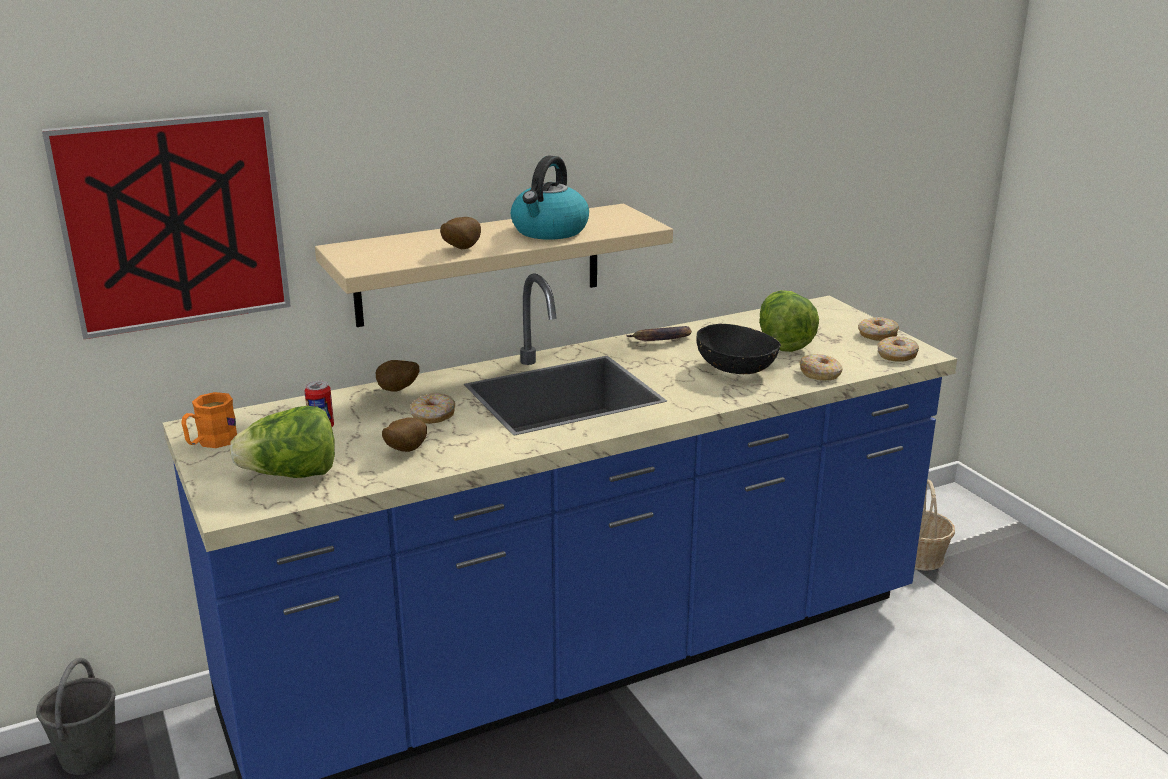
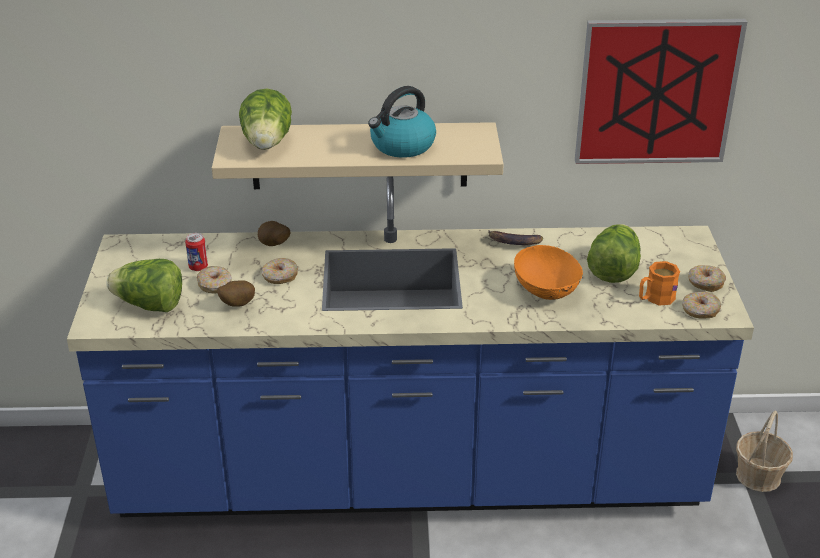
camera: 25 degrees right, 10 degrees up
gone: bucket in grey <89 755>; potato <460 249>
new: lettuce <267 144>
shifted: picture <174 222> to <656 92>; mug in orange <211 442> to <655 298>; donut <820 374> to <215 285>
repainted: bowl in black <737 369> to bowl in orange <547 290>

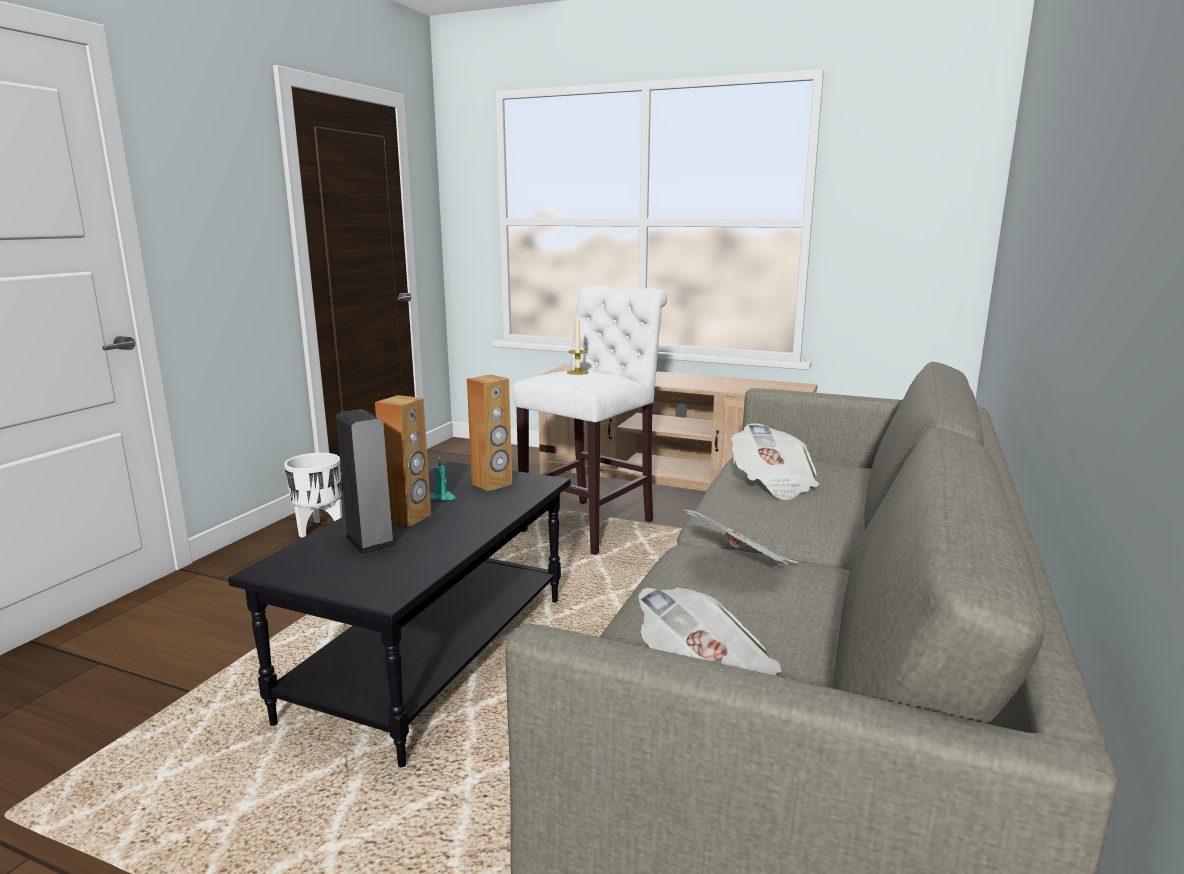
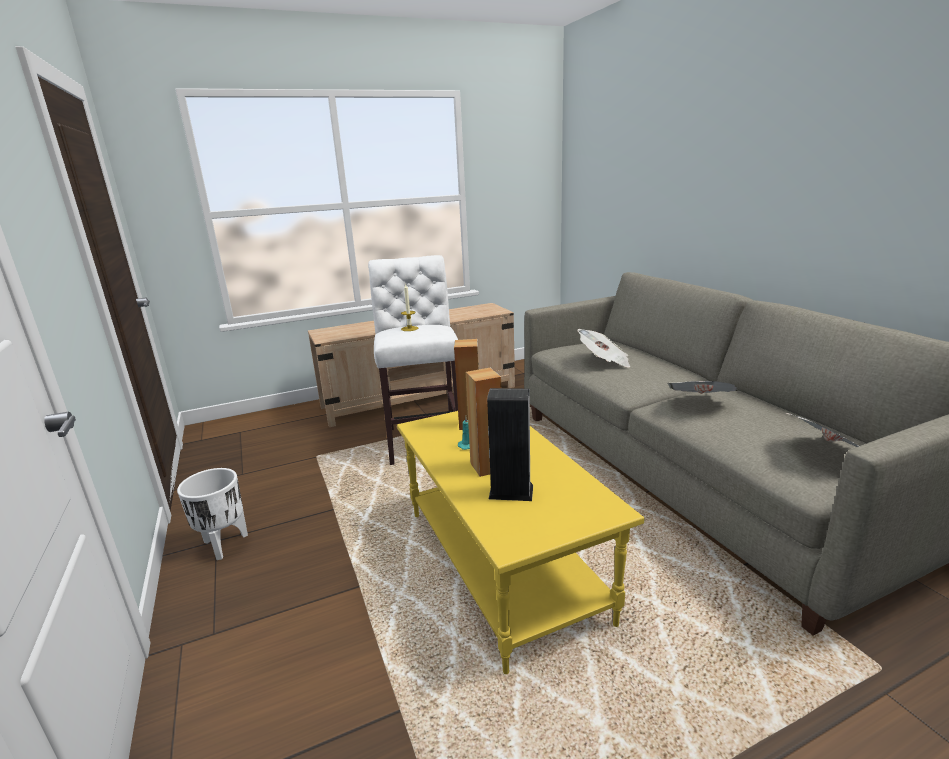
camera: 45 degrees left, 5 degrees up
repainted: coffee table in black <435 657> to coffee table in yellow <504 563>

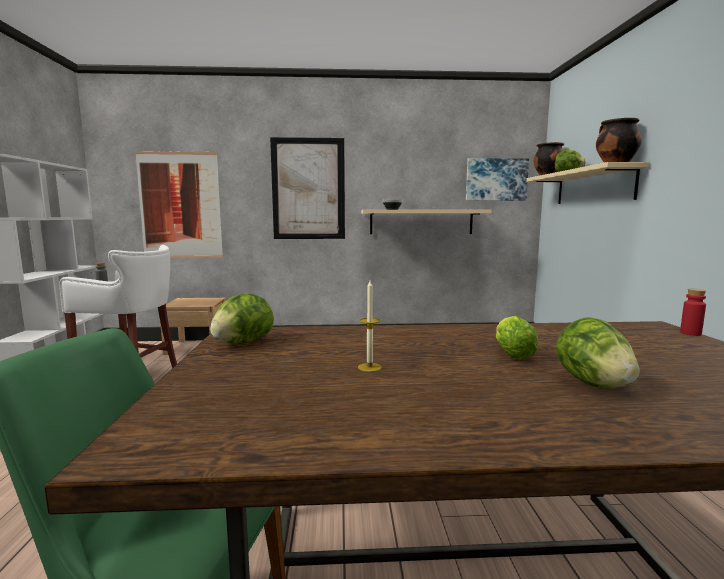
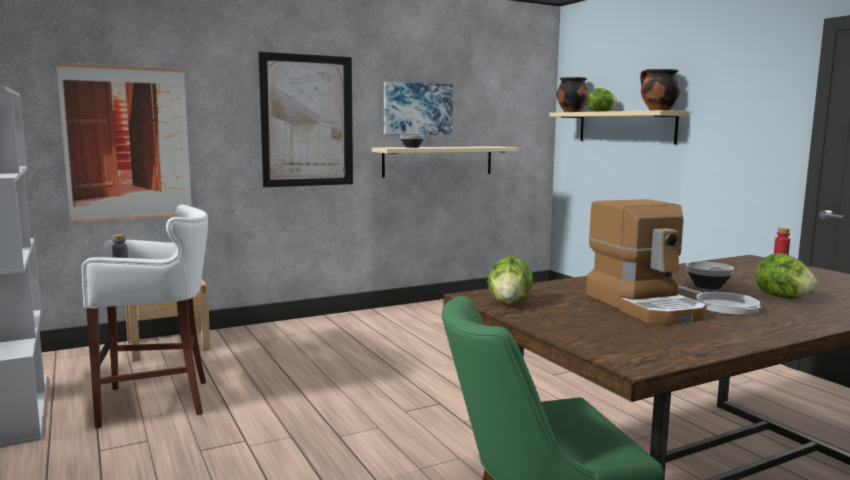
camera: 25 degrees left, 0 degrees up
new: frying pan <722 306>
shifted: picture <496 179> to <417 109>
swapped: candle <369 367> to coffee machine <645 306>; lettuce <511 353> to bowl <707 286>

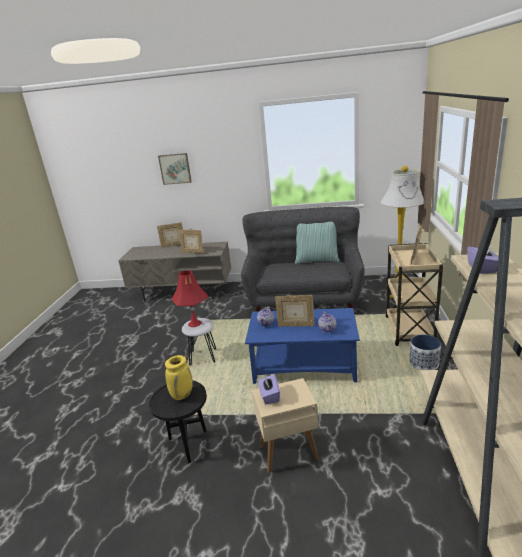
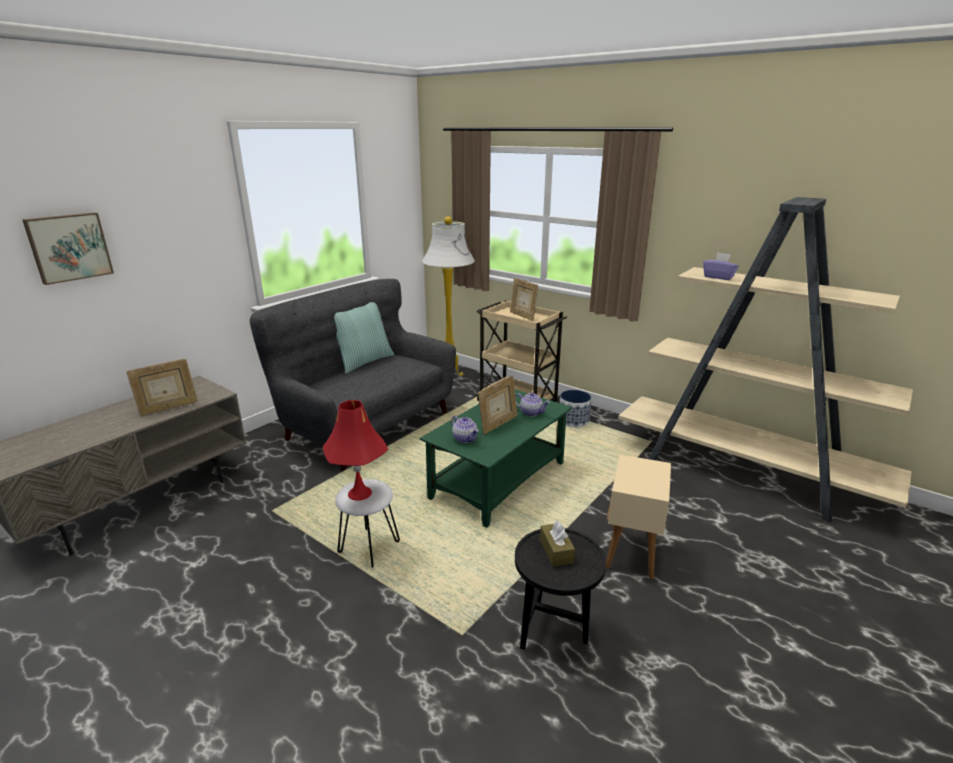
camera: 60 degrees left, 0 degrees up
gone: picture frame <173 245>; tissue box in purple <269 396>
swapped: vase in yellow <182 394> to tissue box in brown <556 551>
repainted: coffee table in blue <305 366> to coffee table in green <498 480>

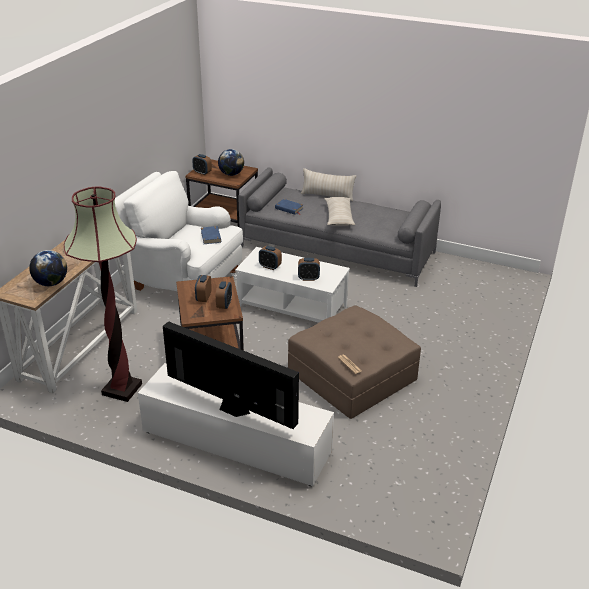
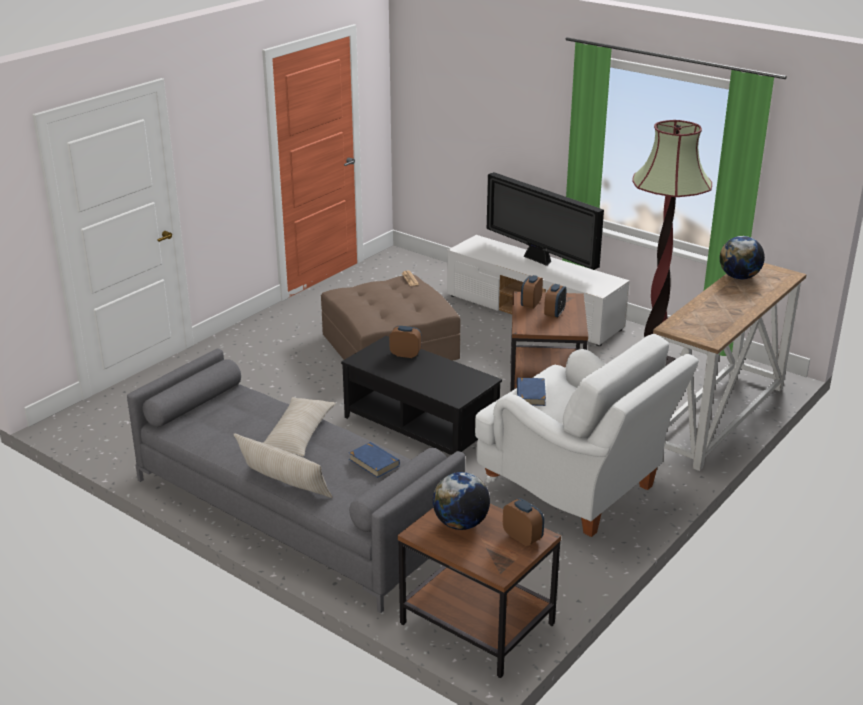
camera: 165 degrees left, 5 degrees down
gone: alarm clock <270 266>
repainted: coffee table in white <292 306> to coffee table in black <419 427>

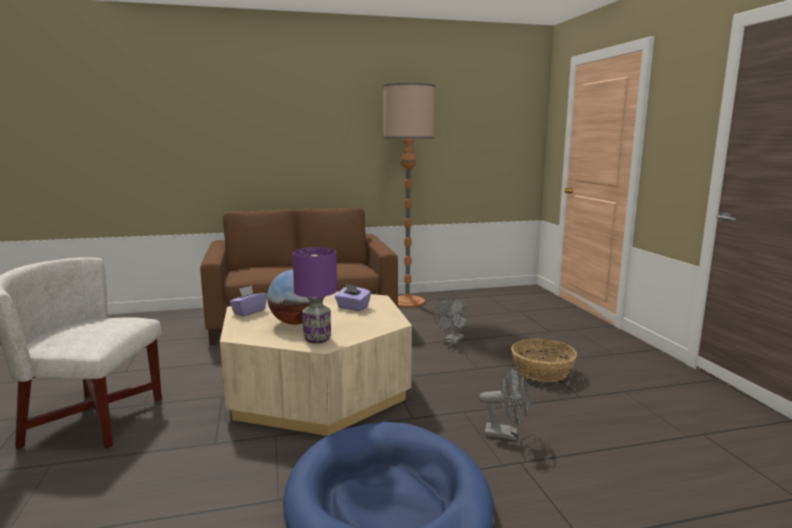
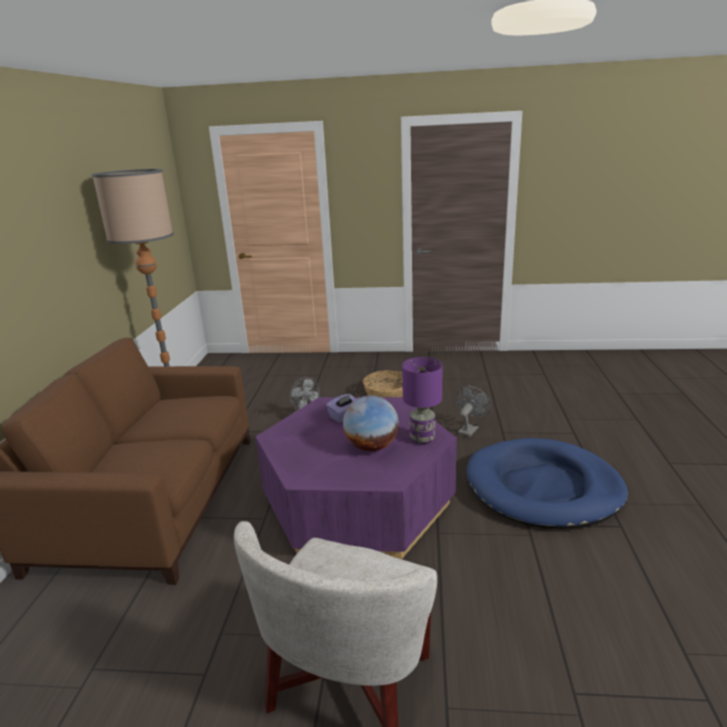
camera: 70 degrees left, 10 degrees up
gone: tissue box in purple <249 312>
repainted: coffee table in beige <317 388> to coffee table in purple <358 502>

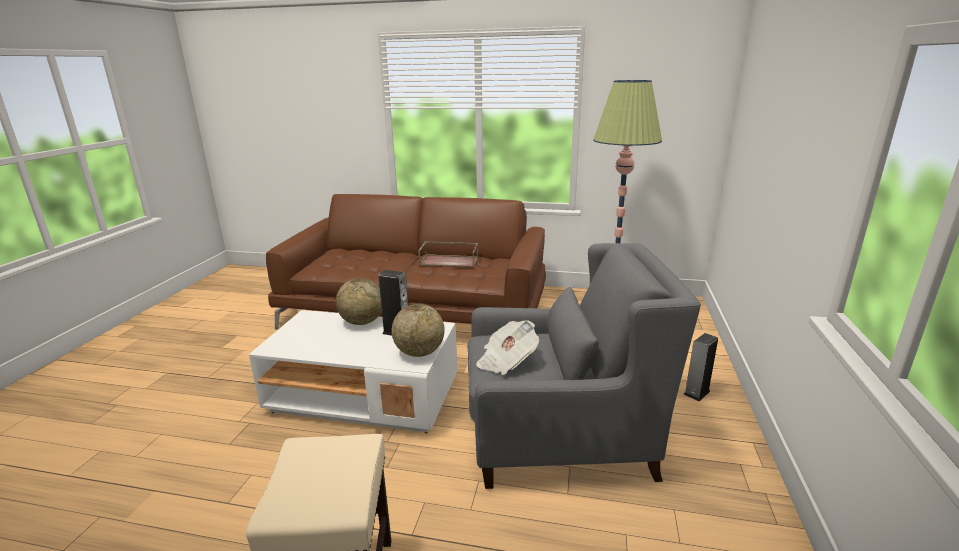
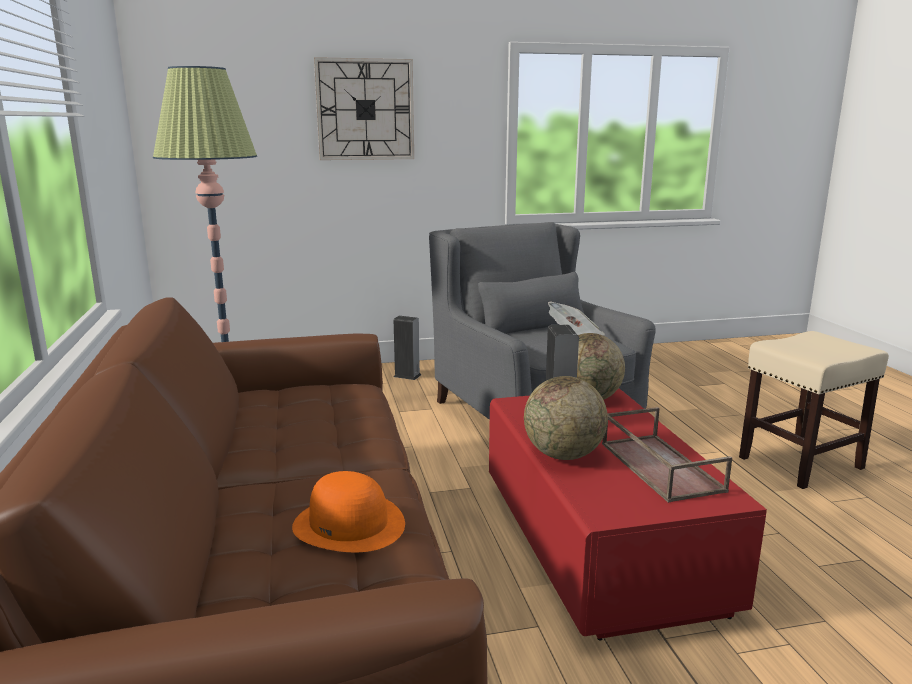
camera: 115 degrees left, 5 degrees down
new: hat in orange <349 524>; wall clock <365 110>
shifted: tray in brown <450 261> to <658 466>
repainted: coffee table in white <365 397> to coffee table in red <599 544>

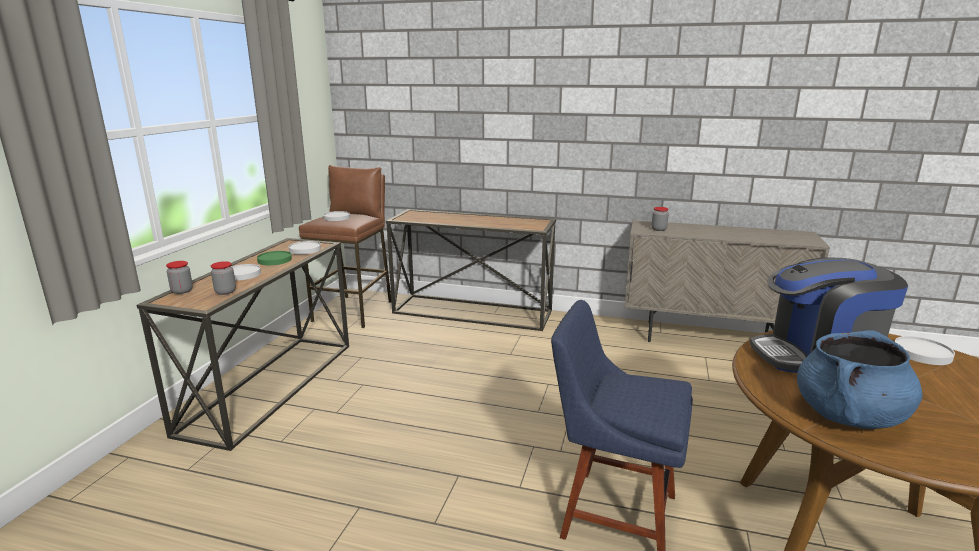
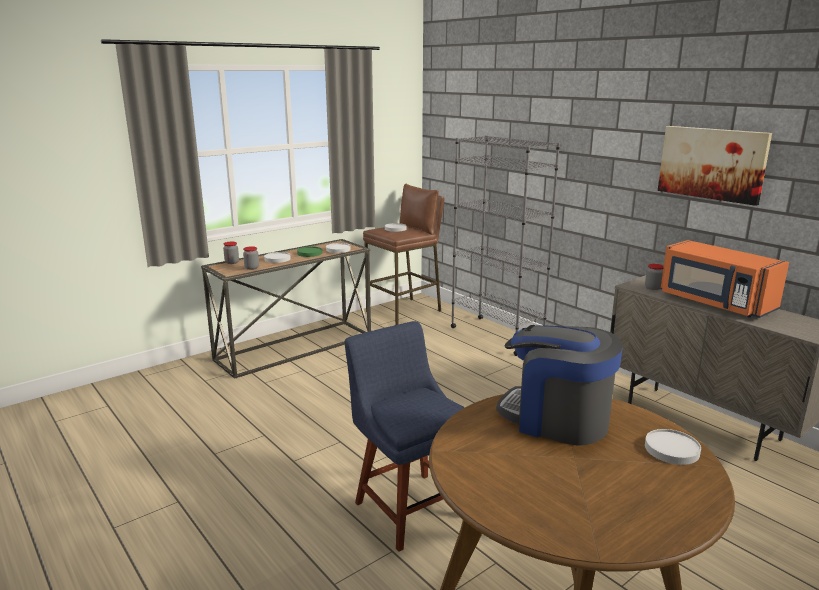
camera: 35 degrees right, 0 degrees up
gone: cooking pot in blue <848 416>
new: picture <712 163>; microwave in orange <714 303>
swapped: console table <473 311> to bookcase in grey <496 335>

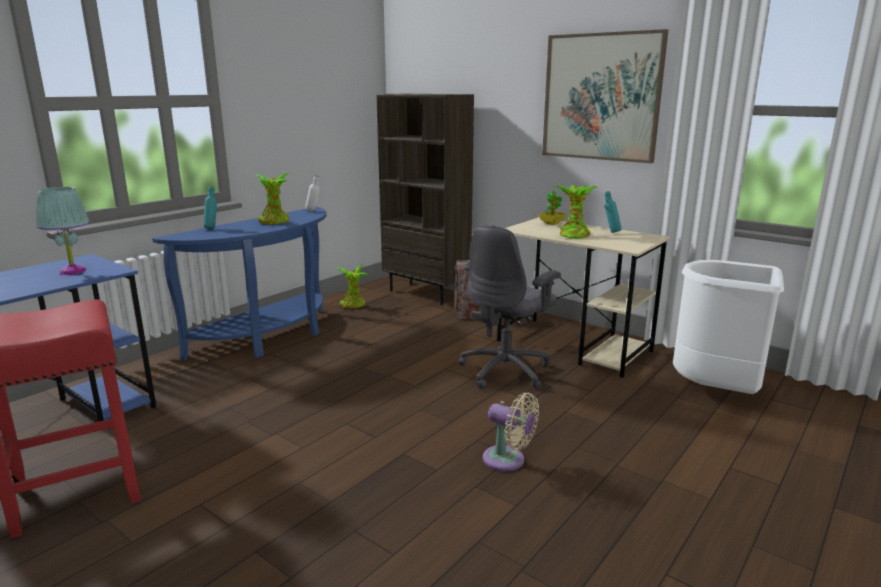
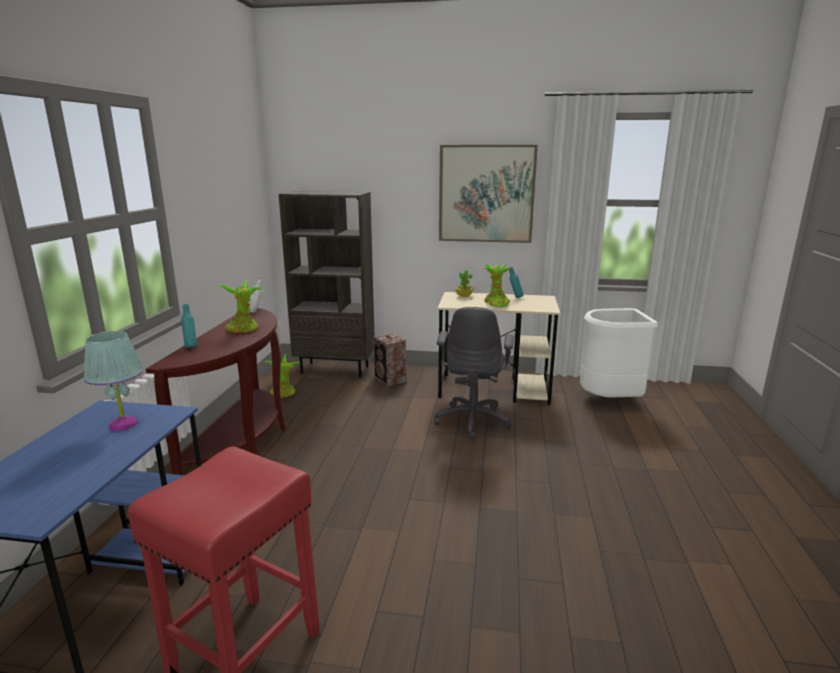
camera: 30 degrees left, 0 degrees up
gone: fan in beige <508 460>
repainted: console table in blue <270 338> to console table in brown <243 443>

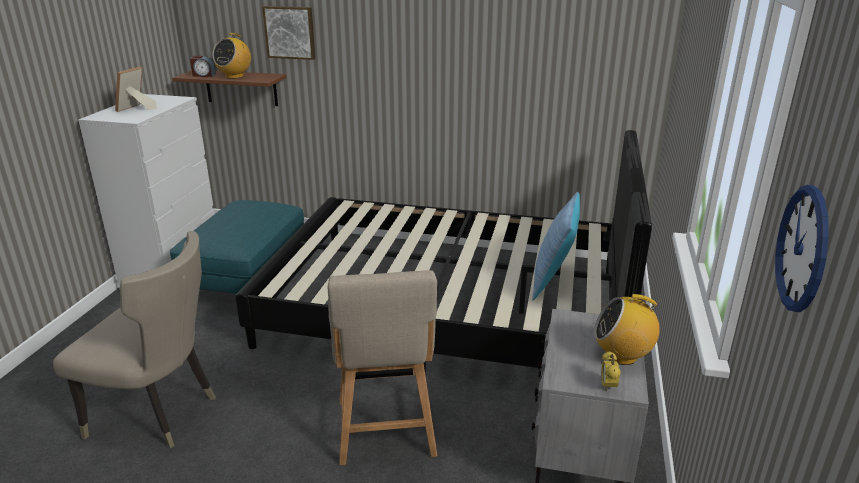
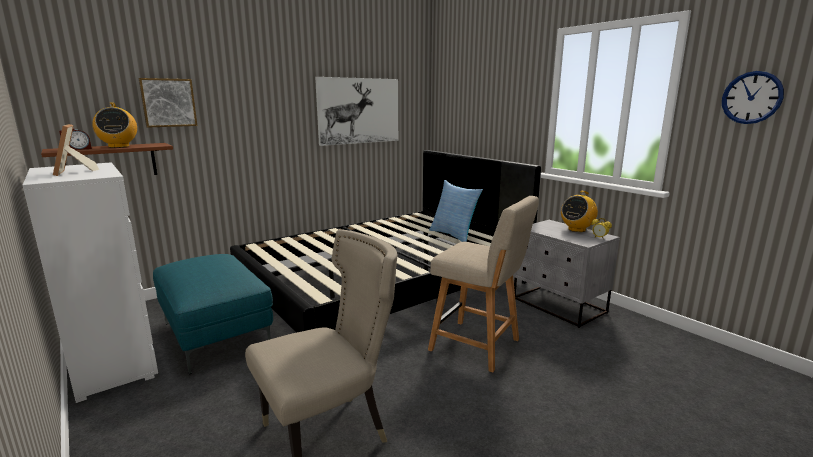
camera: 50 degrees left, 10 degrees down
new: picture <359 111>

